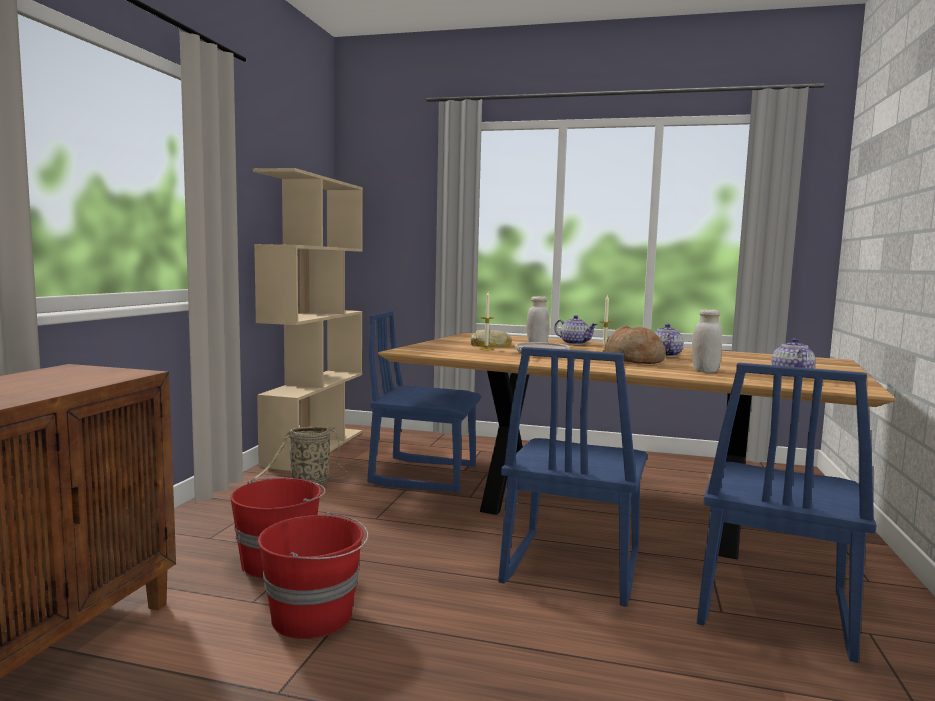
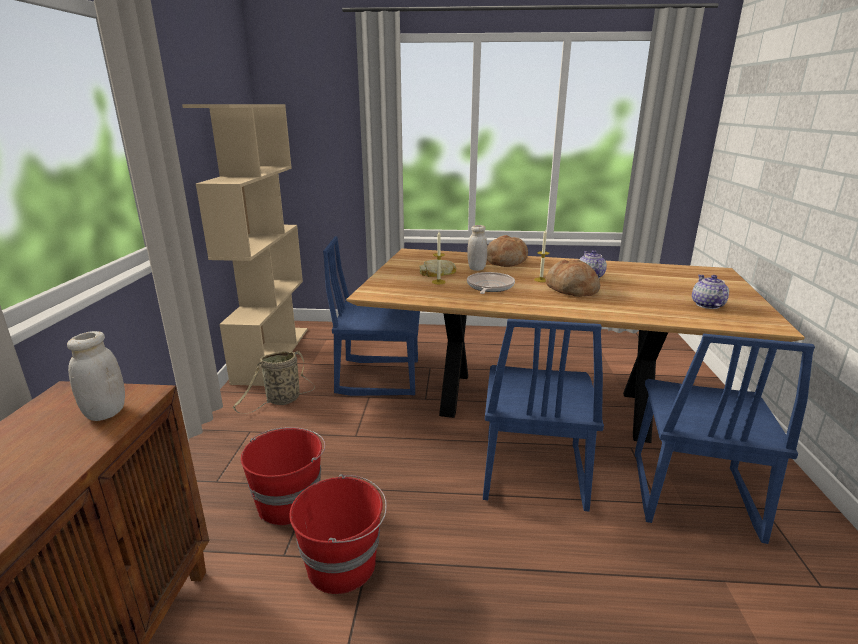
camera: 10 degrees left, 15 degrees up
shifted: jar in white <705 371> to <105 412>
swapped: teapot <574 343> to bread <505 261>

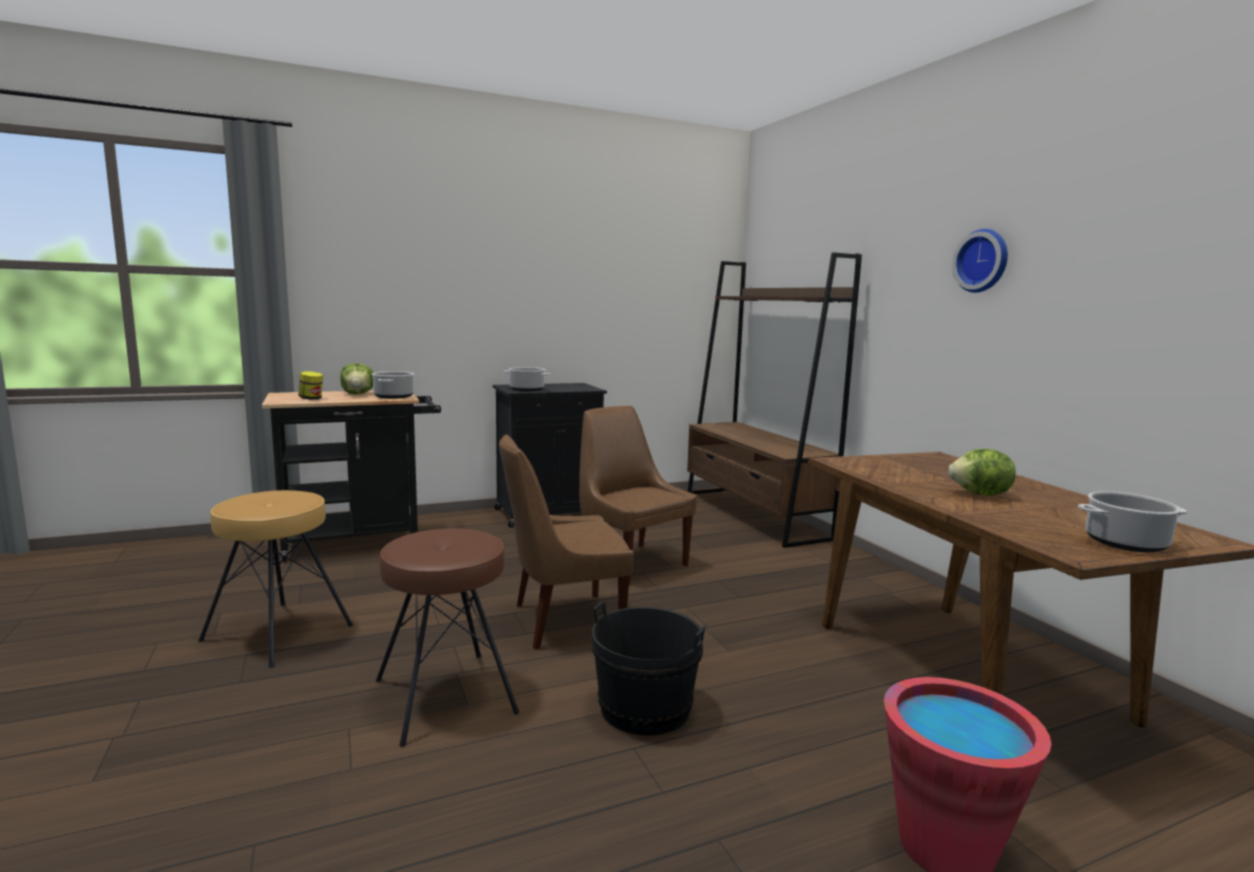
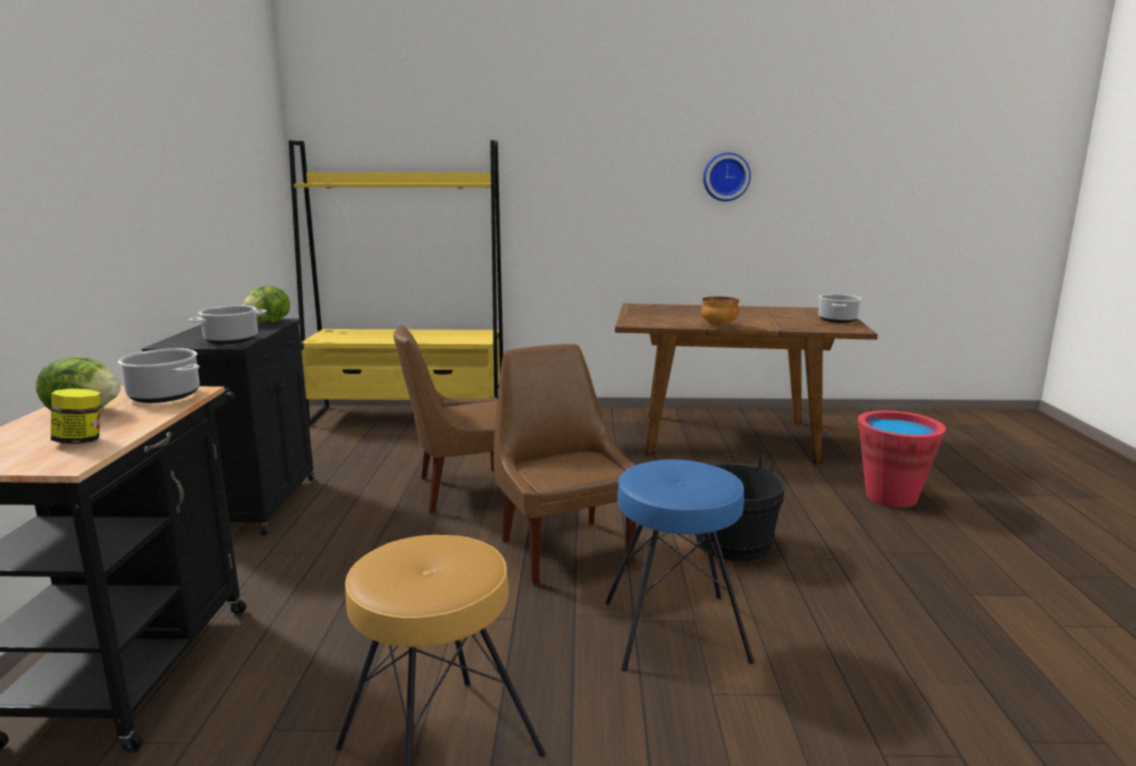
camera: 65 degrees left, 5 degrees up
new: bowl <718 326>
shifted: lettuce <981 495> to <269 323>; wall clock <983 261> to <726 177>
repainted: stool in brown <446 695> to stool in blue <674 630>; bookcase in brown <754 515> to bookcase in yellow <409 417>
rotated: chair in brown <562 621> = <563 548> 150 degrees clockwise

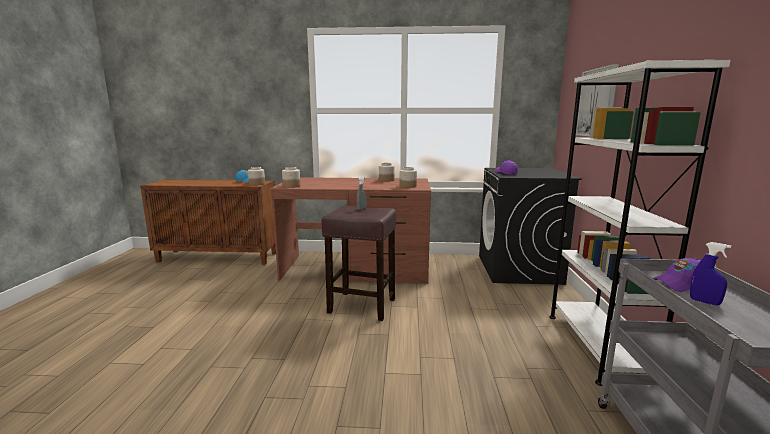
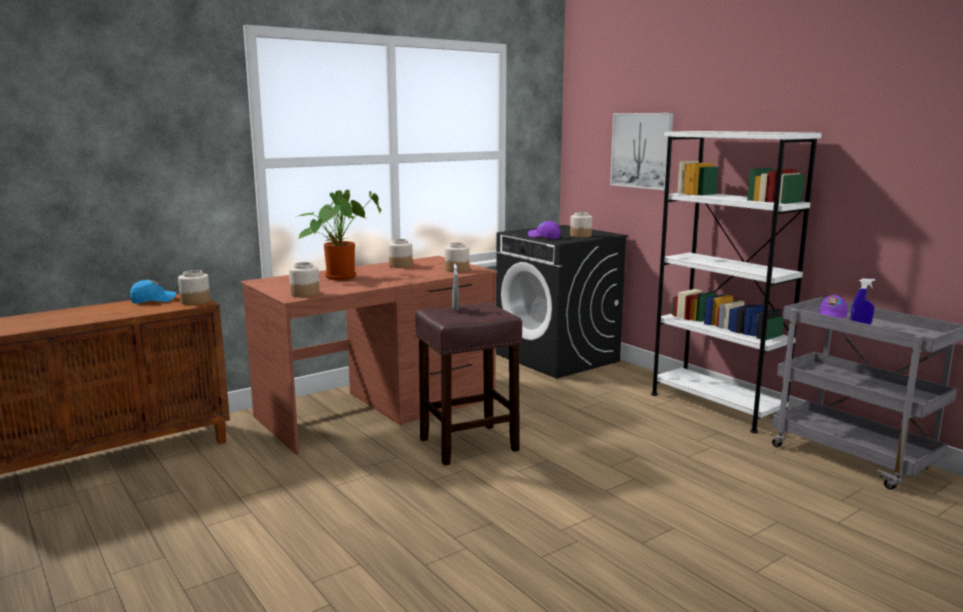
camera: 40 degrees left, 0 degrees up
new: potted plant <341 276>; jar <580 236>

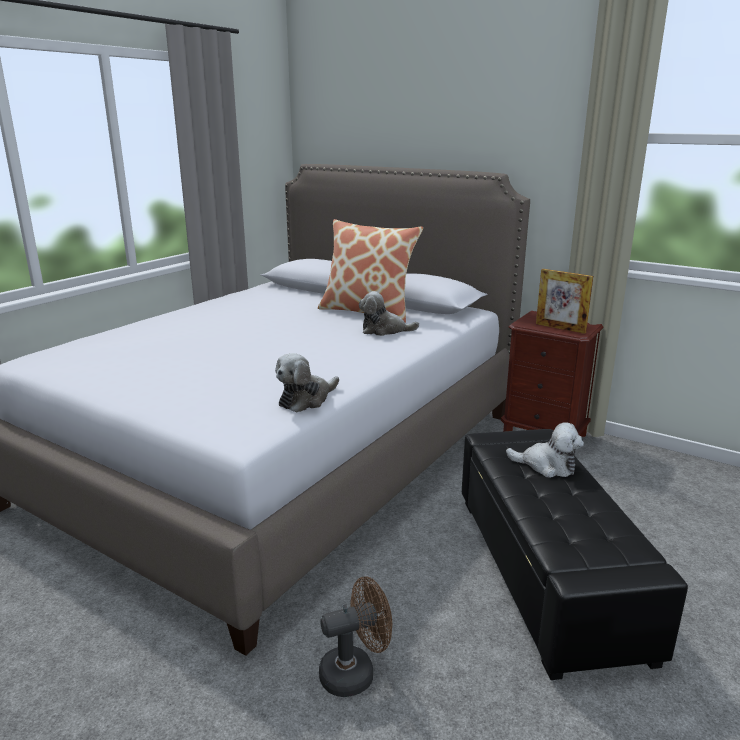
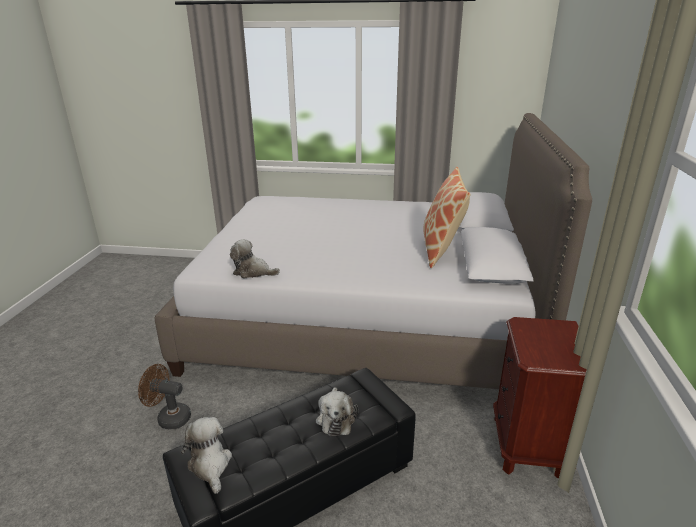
camera: 65 degrees right, 5 degrees up
gone: picture frame <560 328>
shifted: plush toy <384 330> to <210 465>
rotated: fan in brown <355 672> = <169 418> 150 degrees clockwise

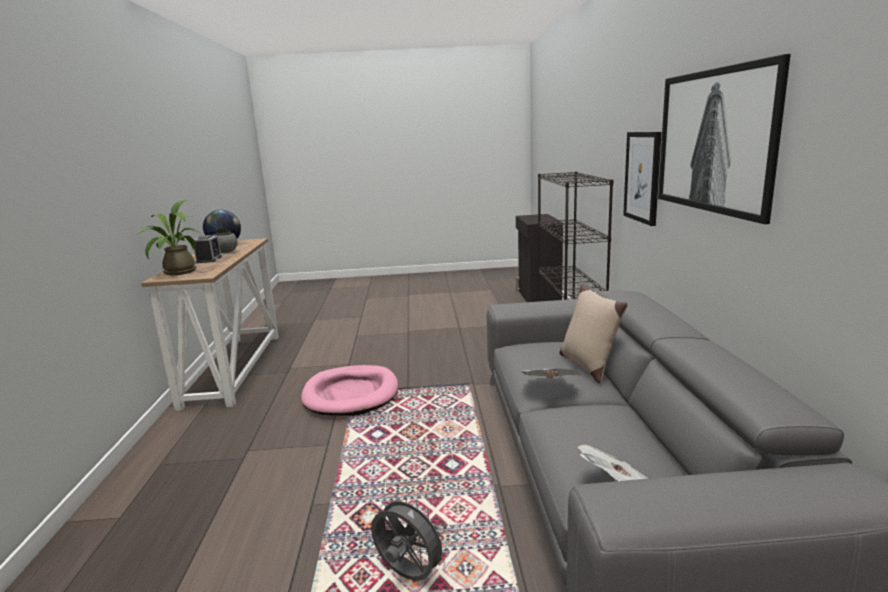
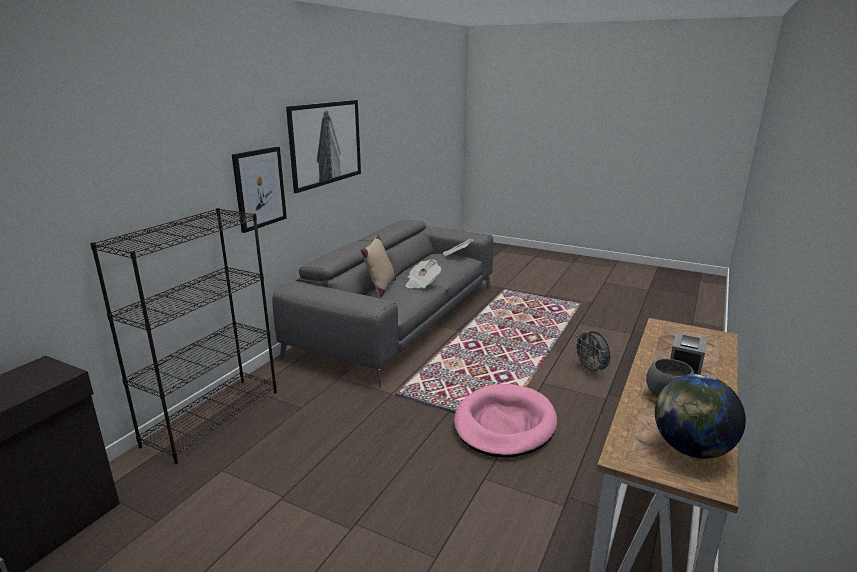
camera: 150 degrees left, 5 degrees up
gone: potted plant <176 273>
shifted: fan in grey <408 575> to <590 370>

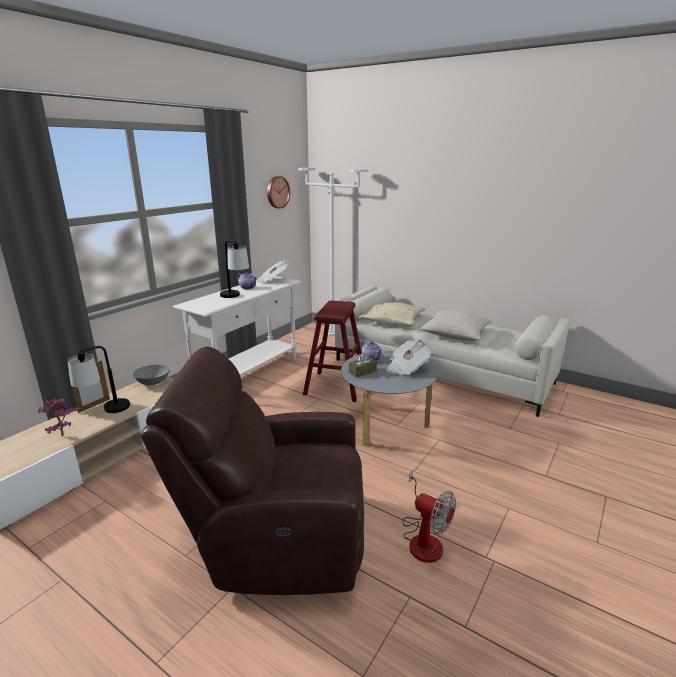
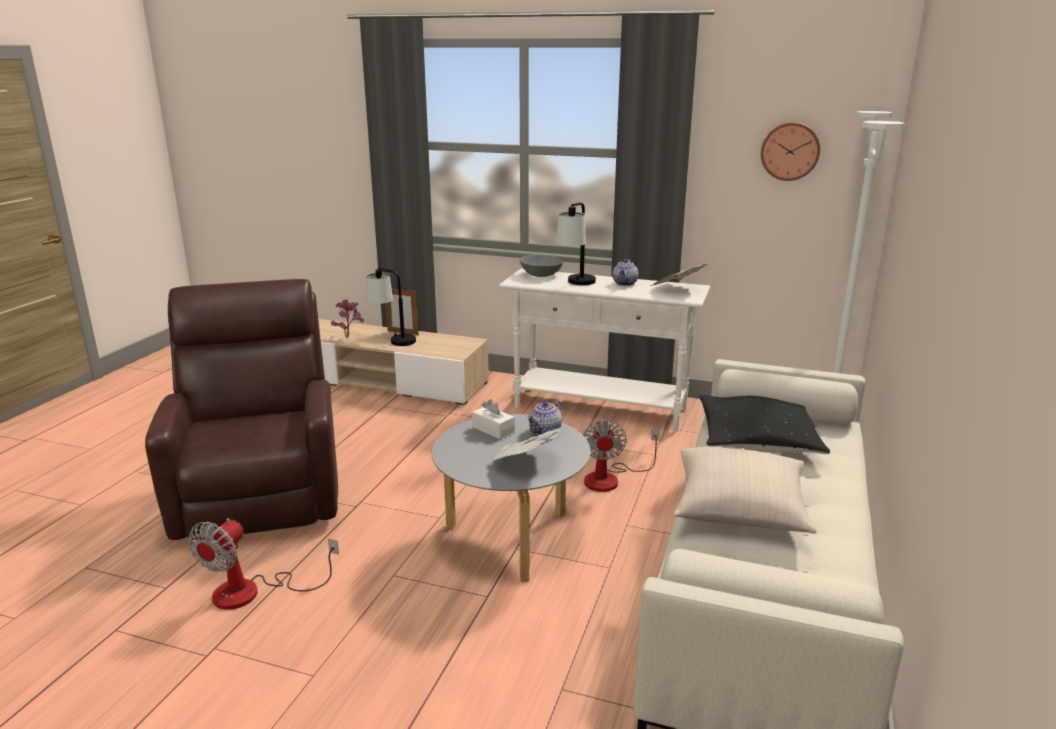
camera: 75 degrees right, 0 degrees up
shifted: bowl in grey <153 382> to <540 275>
swapped: stool in red <335 386> to fan <611 478>
repainted: tissue box in brown <362 372> to tissue box in white <493 429>; pillow in beige <392 320> to pillow in black <757 437>

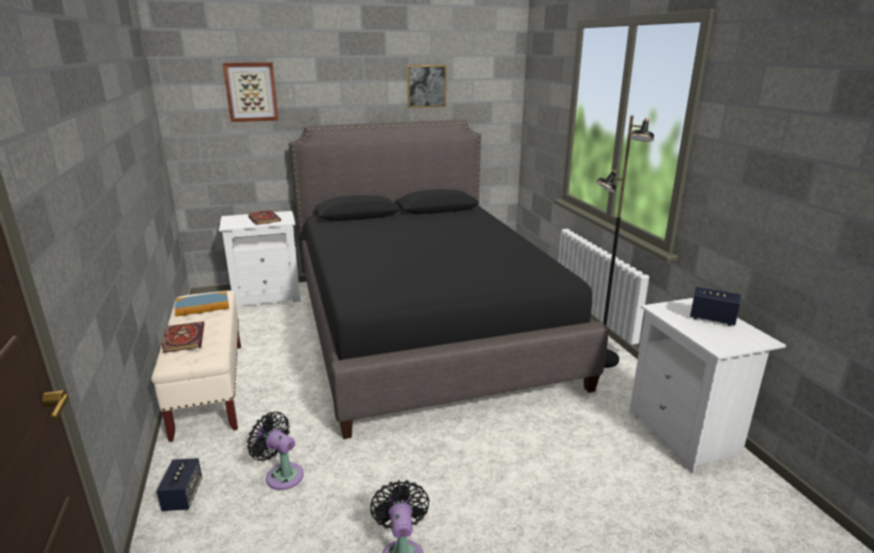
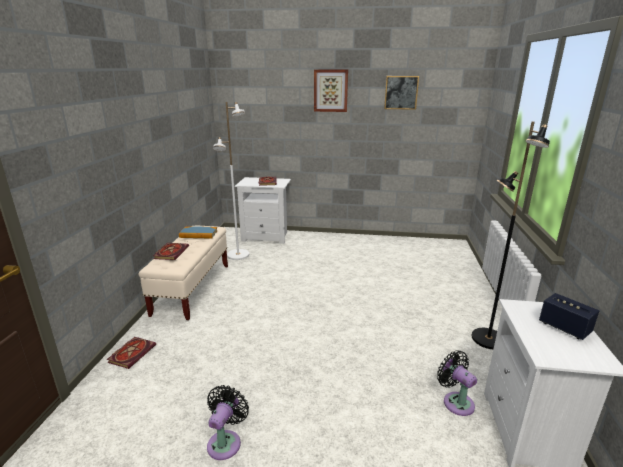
camera: 25 degrees right, 0 degrees up
gone: bed in black <425 328>
new: floor lamp in white <238 255>
shifted: picture <251 92> to <330 90>; fan in black <281 474> to <456 401>
swapped: speaker <183 496> to book <132 353>

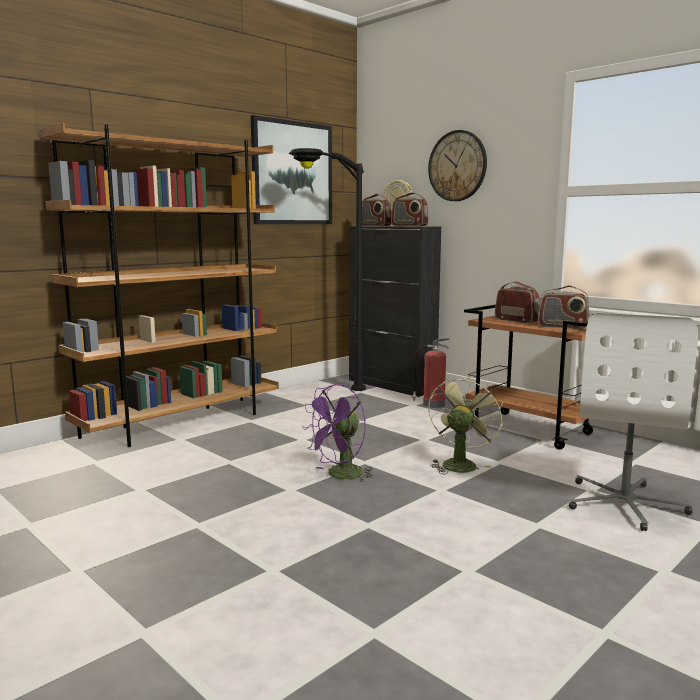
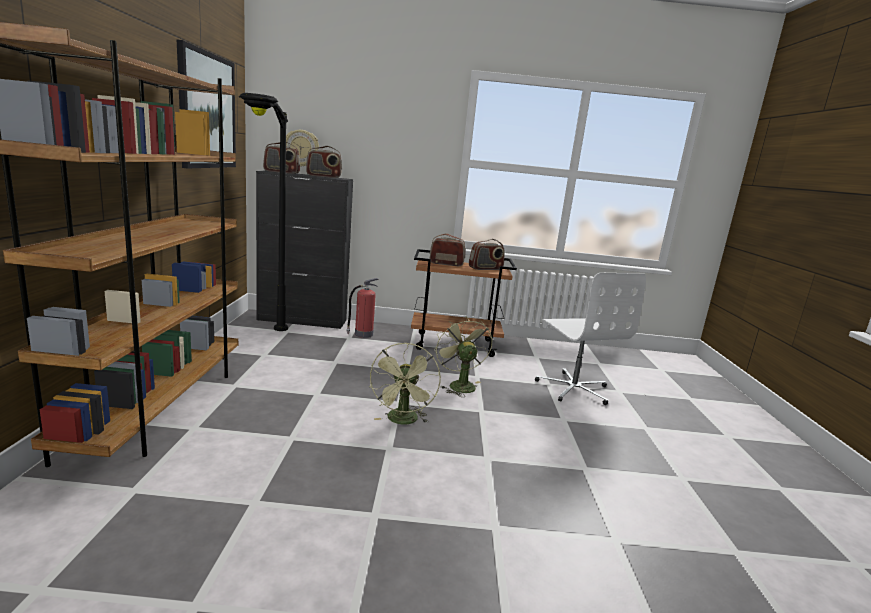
camera: 45 degrees left, 5 degrees up
gone: wall clock <457 166>
repainted: fan in purple <340 476> to fan in green <403 421>

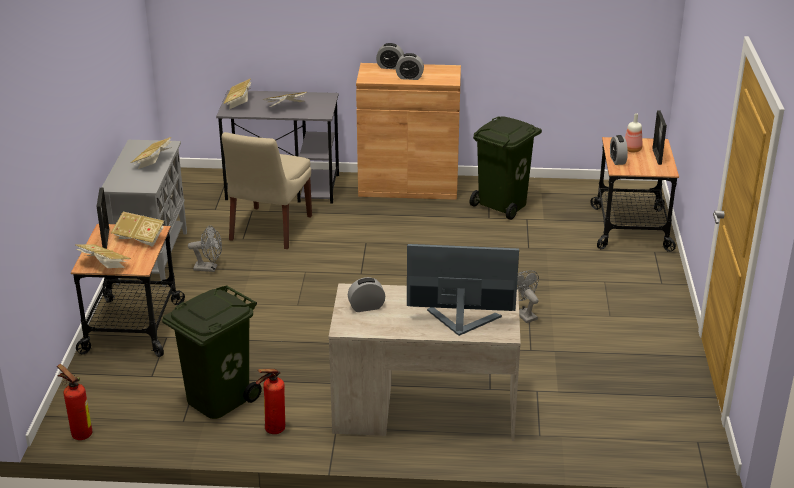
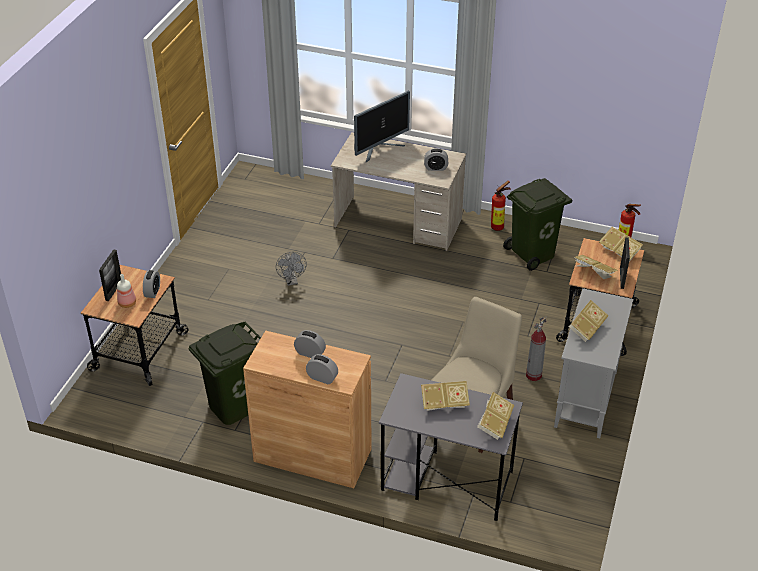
camera: 165 degrees left, 10 degrees up
swapped: fan in grey <209 268> to fire extinguisher <533 375>
rotated: monitor <460 322> = <380 149> 60 degrees counterclockwise

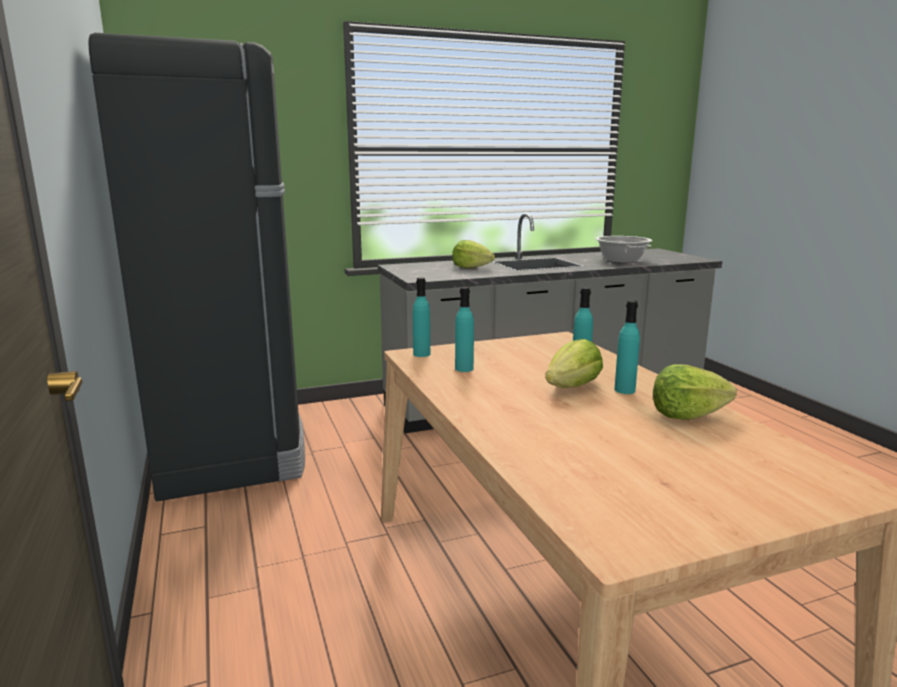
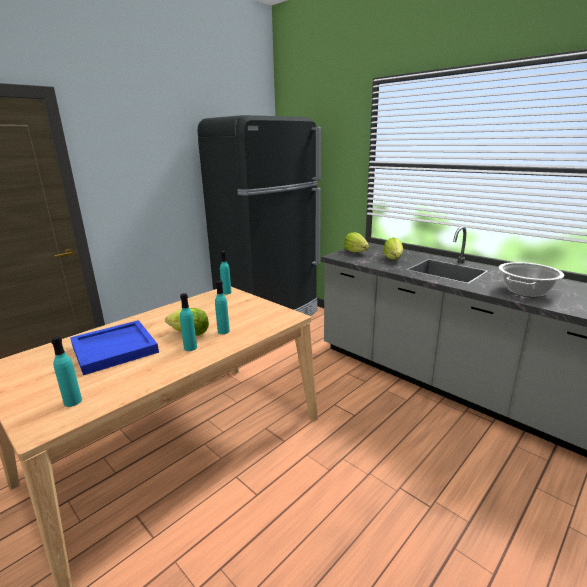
camera: 65 degrees right, 5 degrees up
new: tray in blue <115 348>
shifted: bottle in turquoise <464 369> to <73 401>; lettuce <687 415> to <356 252>

